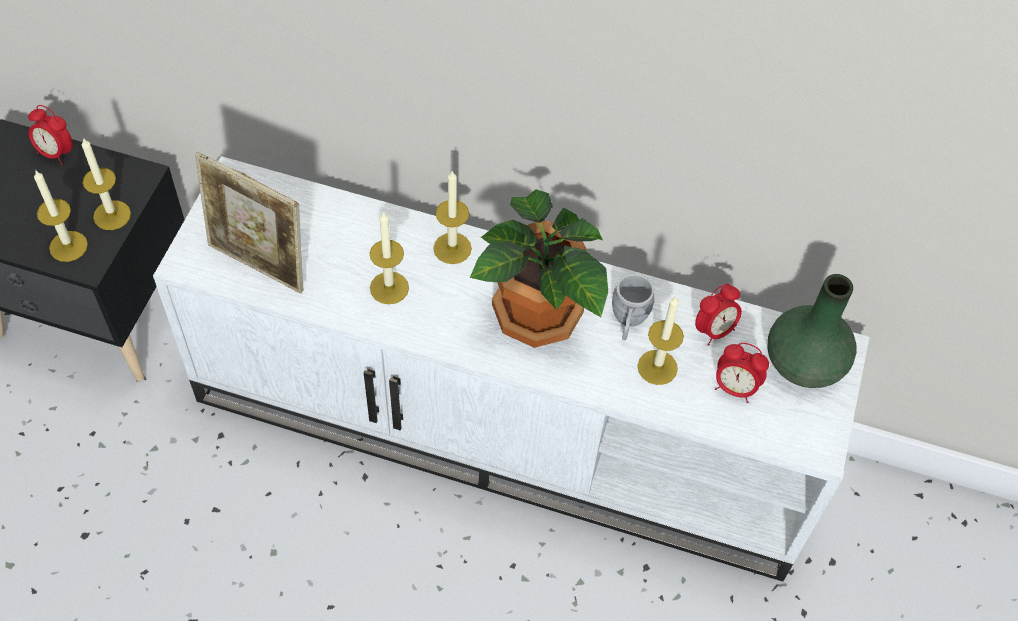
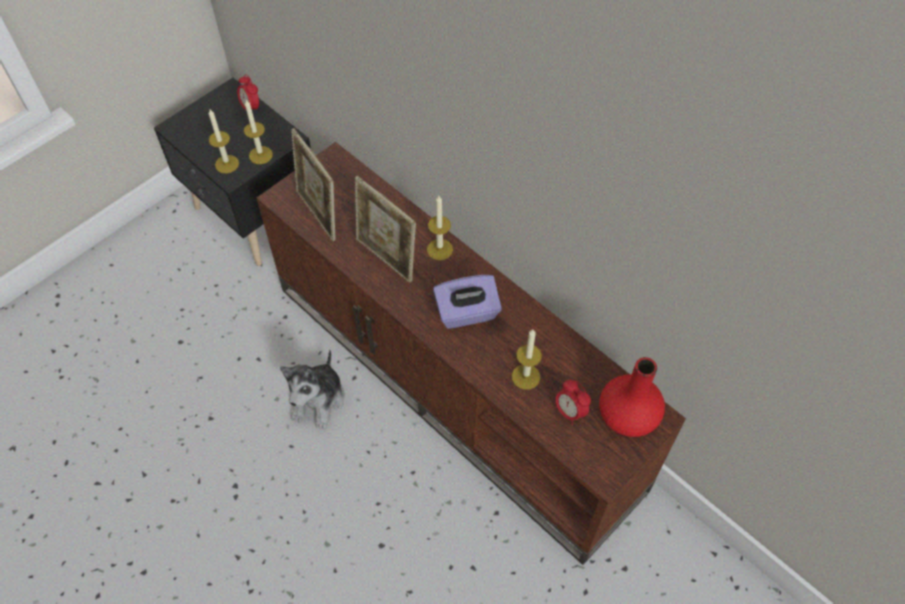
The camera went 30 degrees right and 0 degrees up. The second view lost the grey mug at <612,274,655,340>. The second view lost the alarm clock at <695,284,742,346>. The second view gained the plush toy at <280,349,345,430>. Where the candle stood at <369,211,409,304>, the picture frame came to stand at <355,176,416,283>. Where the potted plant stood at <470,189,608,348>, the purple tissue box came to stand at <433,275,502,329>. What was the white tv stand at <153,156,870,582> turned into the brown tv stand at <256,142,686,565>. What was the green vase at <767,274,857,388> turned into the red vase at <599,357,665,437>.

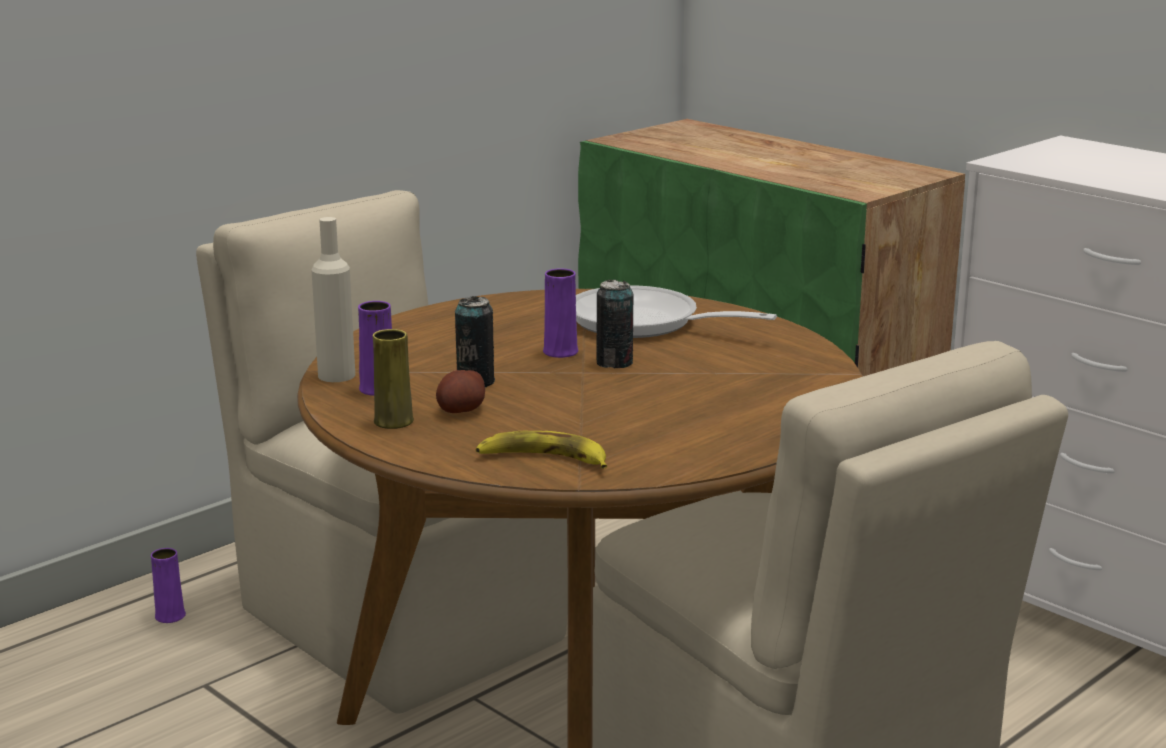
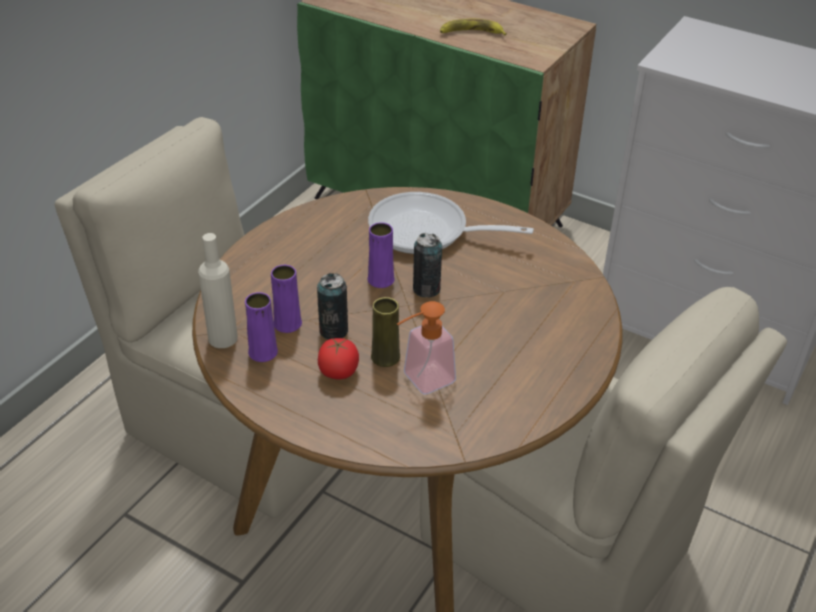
The camera went 15 degrees left and 20 degrees up. The second view gained the soap dispenser at <397,301,456,395>. The purple vase ended up elsewhere, having gone from <151,548,186,623> to <271,265,302,333>. The yellow vase ended up elsewhere, having gone from <373,329,414,429> to <371,297,400,367>. The banana ended up elsewhere, having gone from <476,431,607,468> to <440,18,507,35>. Where the potato stood at <436,370,485,413>, the tomato came to stand at <318,338,359,379>.

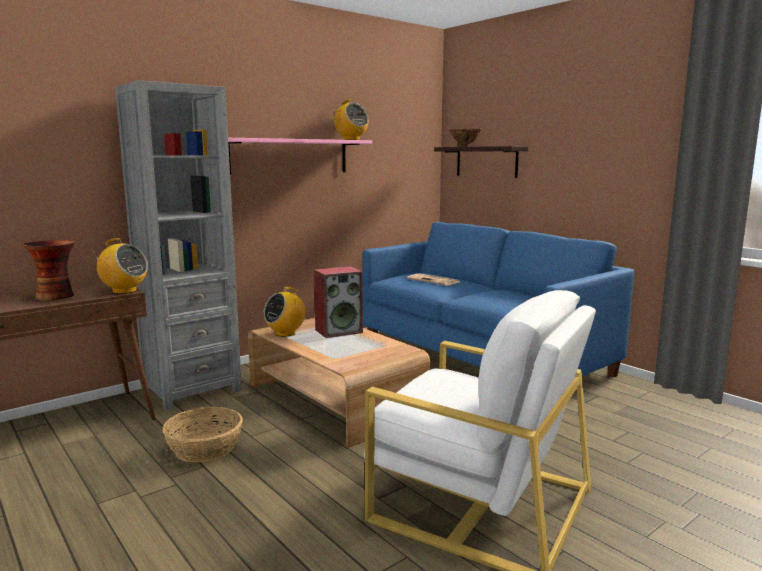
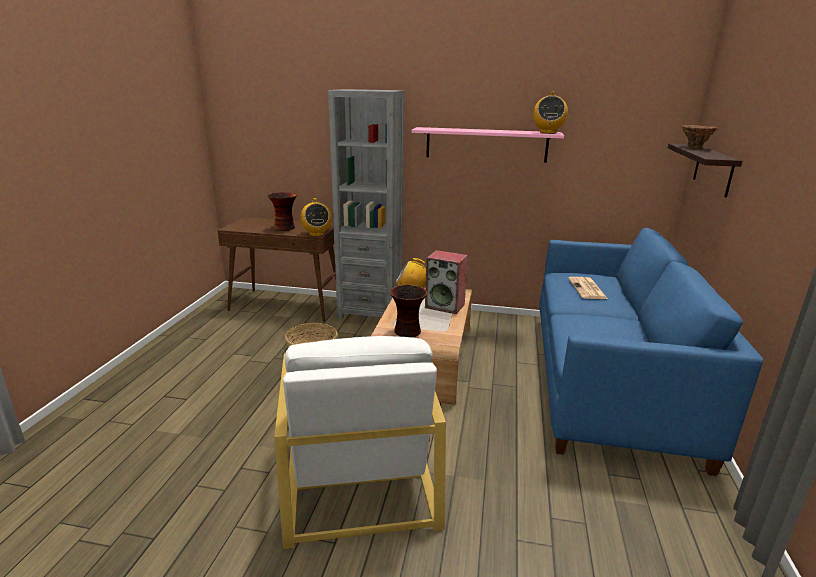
The camera went 50 degrees right and 10 degrees up. The second view gained the vase at <390,285,427,337>.

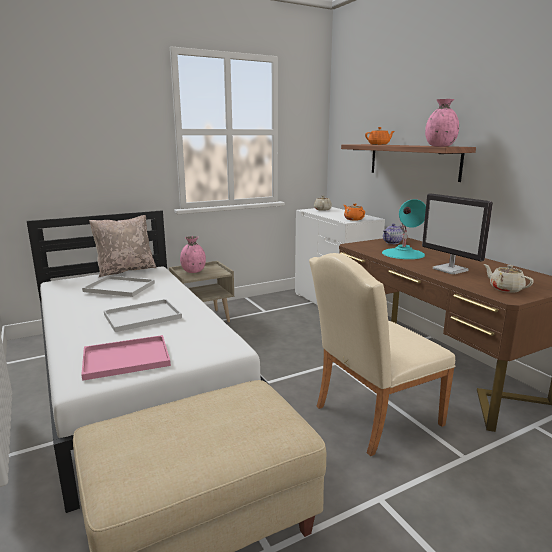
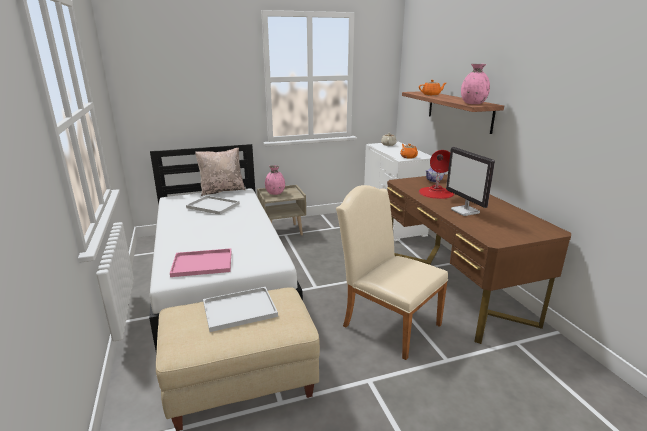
The camera went 10 degrees right and 5 degrees up. The second view lost the beige teapot at <484,264,534,293>. The white tray ended up elsewhere, having gone from <104,299,182,332> to <203,287,278,332>. What was the turquoise table lamp at <382,199,426,259> turned into the red table lamp at <419,150,454,199>. The beige chair at <309,253,455,456> ended up facing another way, 60 degrees clockwise from before.

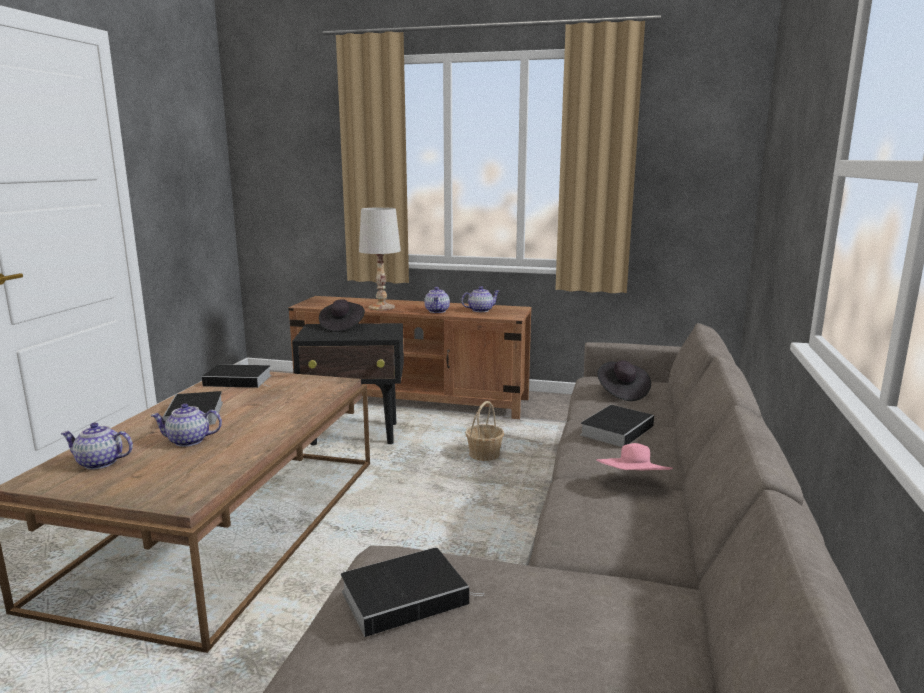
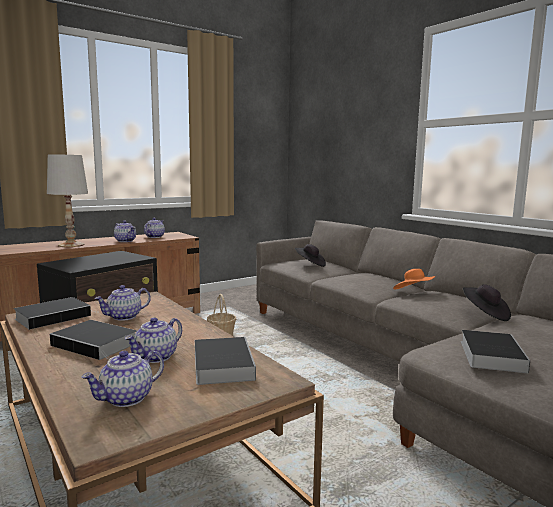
The camera went 50 degrees left and 5 degrees down. The second view gained the teapot at <94,285,151,321>. The black hat ended up elsewhere, having gone from <319,299,365,332> to <463,284,511,321>. The book ended up elsewhere, having gone from <580,405,654,447> to <195,337,256,385>. What was the pink hat at <596,443,673,470> turned into the orange hat at <393,269,435,289>.

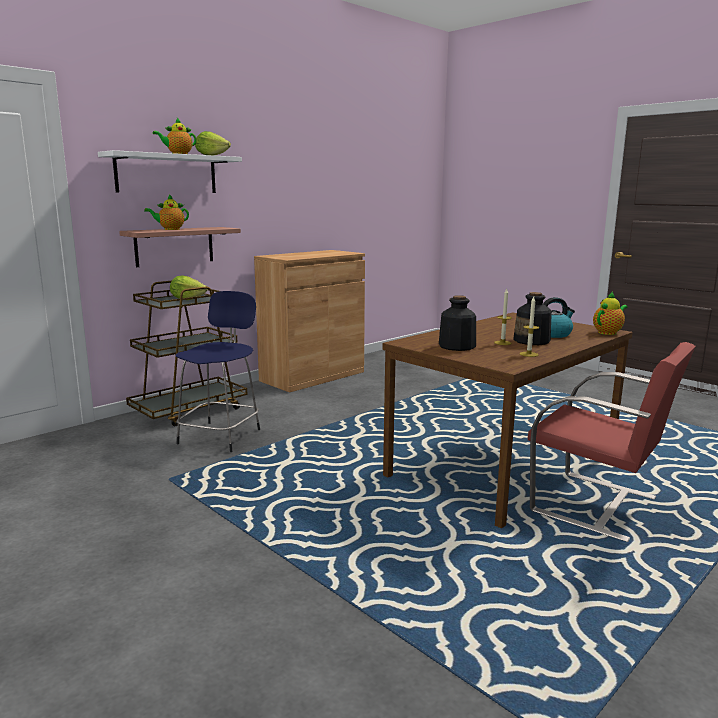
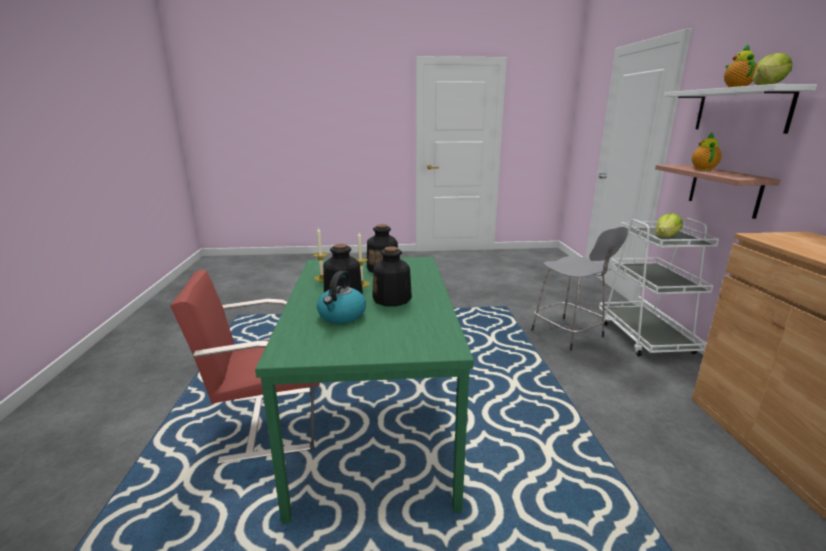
The camera went 130 degrees right and 5 degrees up. The second view lost the teapot at <593,292,628,335>. The second view gained the bottle at <373,247,412,306>. What was the brown cart at <126,281,248,426> turned into the white cart at <599,218,719,357>. What was the blue stool at <176,291,260,452> turned into the grey stool at <531,227,628,350>. What was the brown dining table at <382,312,633,528> turned into the green dining table at <255,257,474,524>.

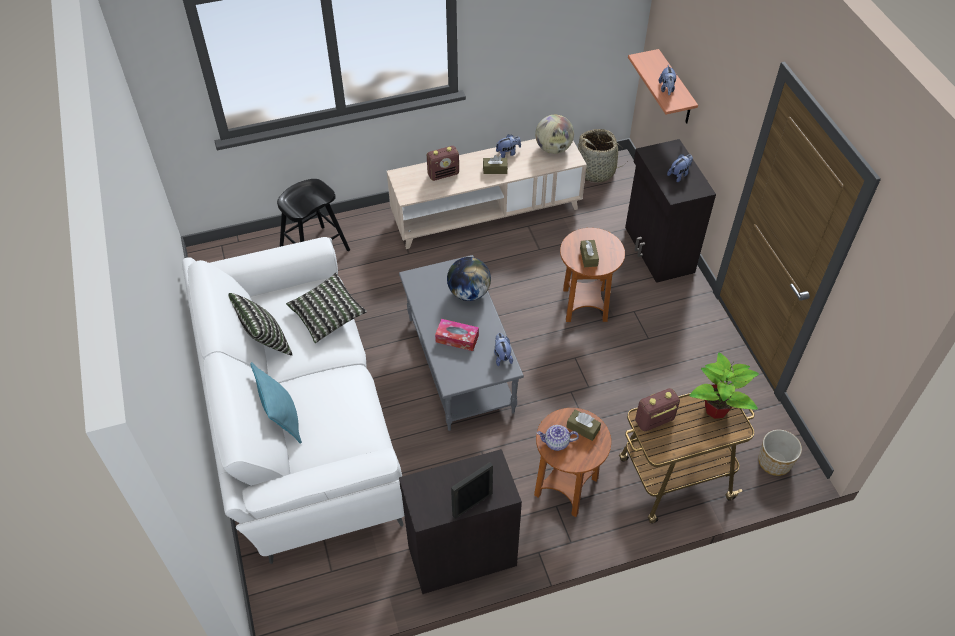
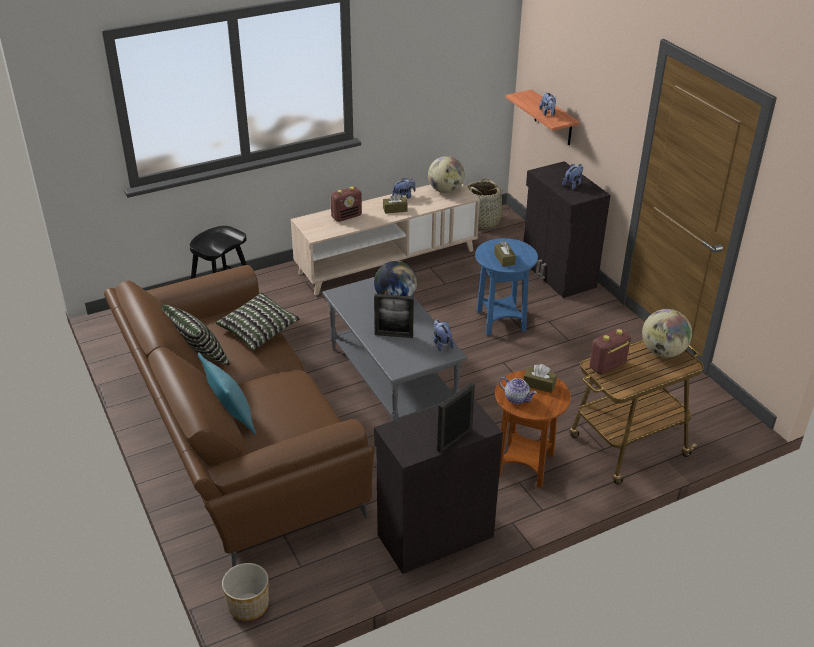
The camera went 10 degrees left and 15 degrees down. The planter ended up elsewhere, having gone from <758,430,802,476> to <222,563,269,621>. Where the tissue box stood at <435,319,479,351>, the picture frame came to stand at <374,294,414,338>. Where the potted plant stood at <689,353,759,419>, the globe came to stand at <642,309,692,358>. What was the white sofa at <182,237,404,564> turned into the brown sofa at <104,265,375,567>. What was the brown side table at <560,228,625,322> turned into the blue side table at <475,238,538,335>. The teapot at <537,425,579,451> ended up facing another way, 135 degrees counterclockwise from before.

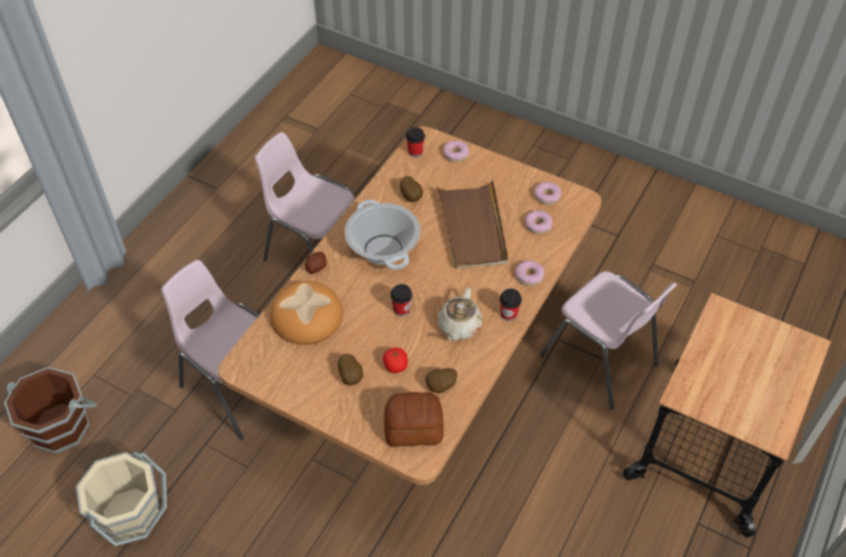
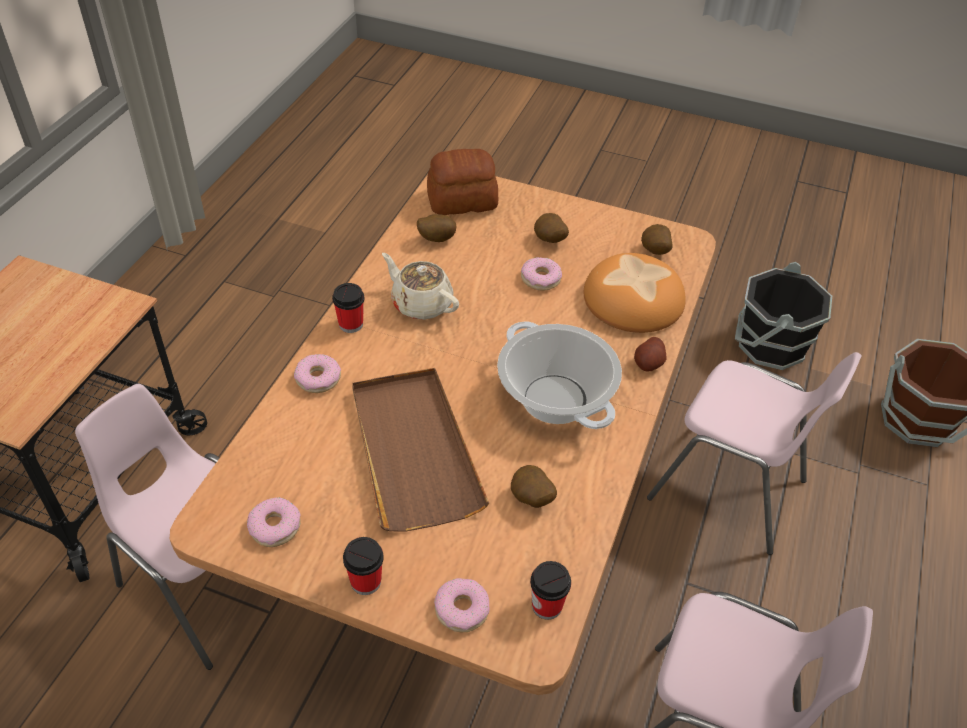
The camera went 170 degrees right and 5 degrees down. The second view lost the tomato at <383,347,408,373>. The second view gained the potato at <641,224,673,255>. The cup ended up elsewhere, having gone from <391,284,412,316> to <343,537,384,595>. The donut ended up elsewhere, having gone from <525,210,553,234> to <521,257,562,290>. What was the beige bucket at <76,452,167,546> turned into the black bucket at <735,262,832,370>. The beige teapot at <438,288,482,341> ended up facing another way, 60 degrees counterclockwise from before.

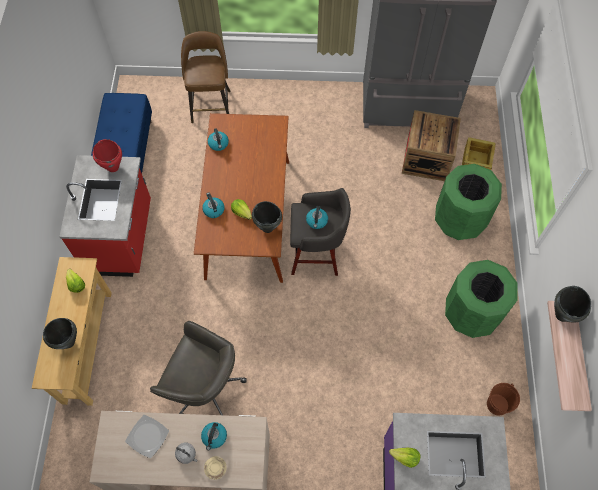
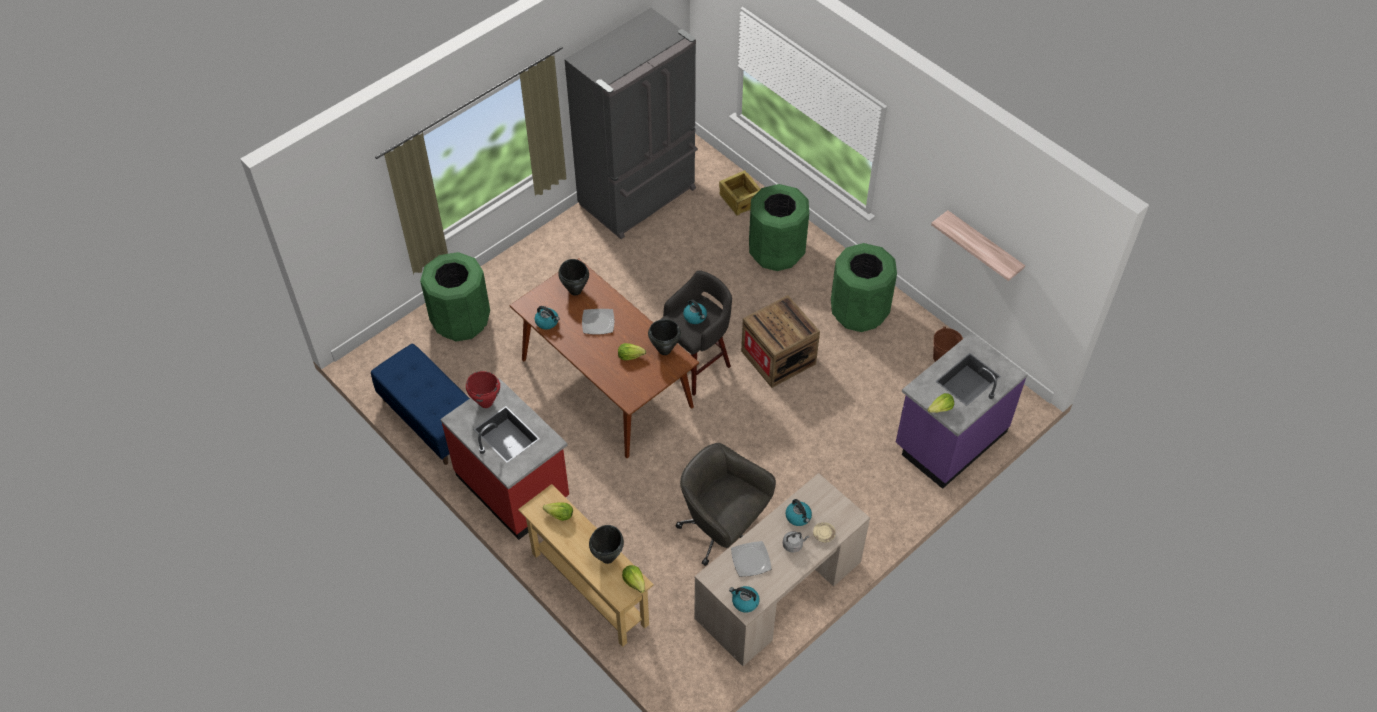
The camera went 45 degrees left and 10 degrees down. The second view gained the plate at <582,309,615,334>. The second view gained the lettuce at <622,565,645,593>. The kettle ended up elsewhere, having gone from <202,193,225,218> to <729,586,759,613>. The crate ended up elsewhere, having gone from <402,110,461,181> to <741,295,820,388>. The black cooking pot ended up elsewhere, having gone from <554,286,591,323> to <558,259,589,296>. Where the brown stool stood at <181,31,230,123>, the green trash can came to stand at <420,252,490,341>. The grey office chair at <150,321,247,415> ended up facing another way, 120 degrees counterclockwise from before.

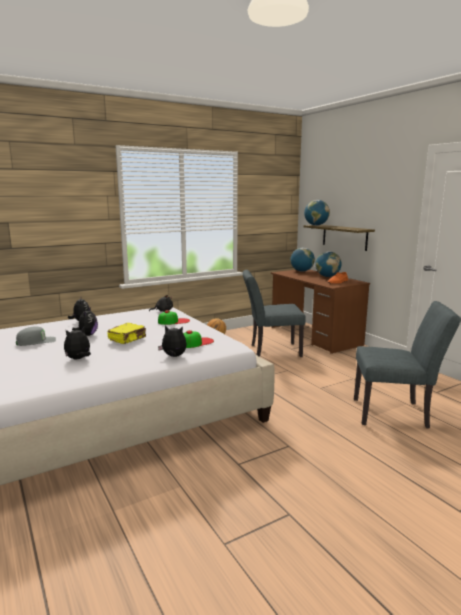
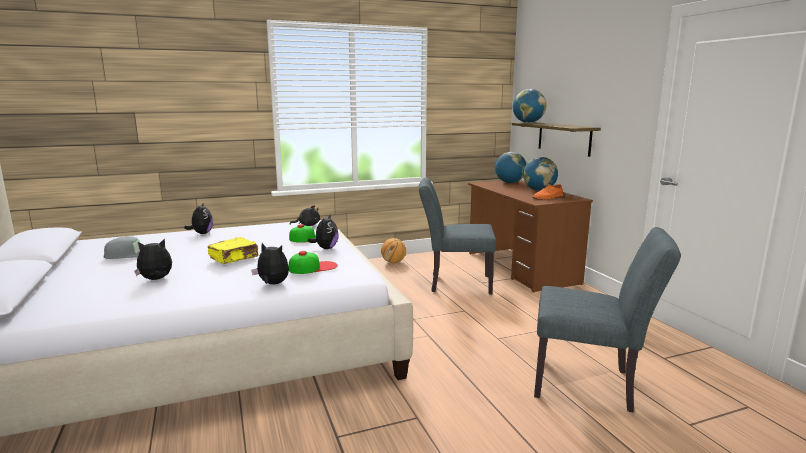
The camera went 10 degrees right and 0 degrees up. The plush toy ended up elsewhere, having gone from <72,308,98,336> to <308,214,339,249>.

